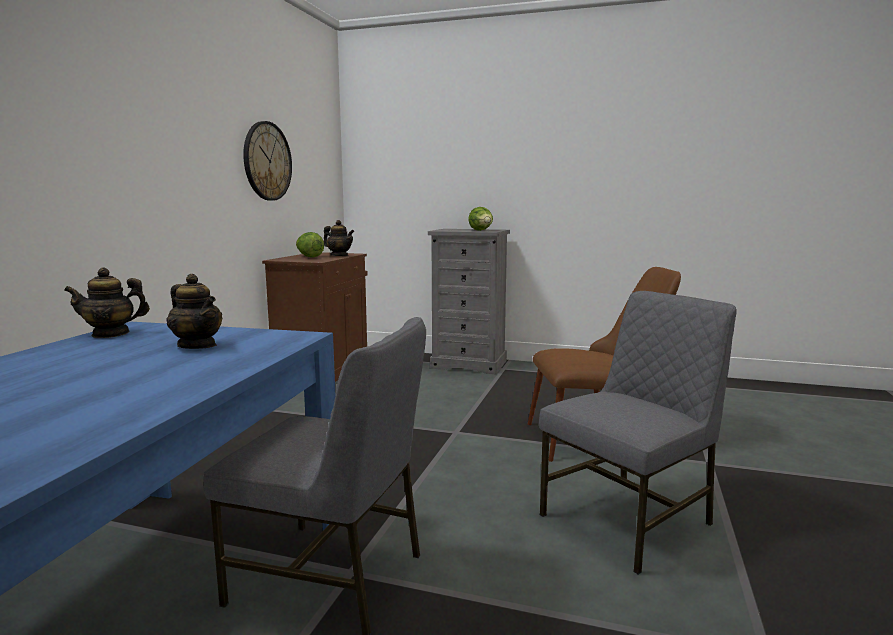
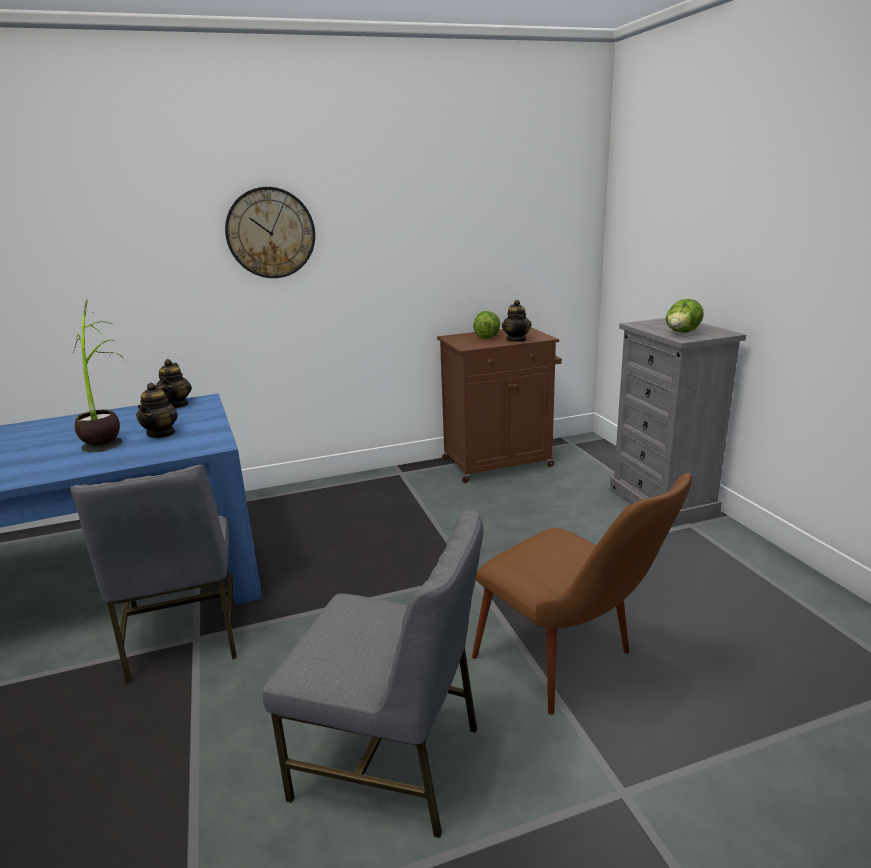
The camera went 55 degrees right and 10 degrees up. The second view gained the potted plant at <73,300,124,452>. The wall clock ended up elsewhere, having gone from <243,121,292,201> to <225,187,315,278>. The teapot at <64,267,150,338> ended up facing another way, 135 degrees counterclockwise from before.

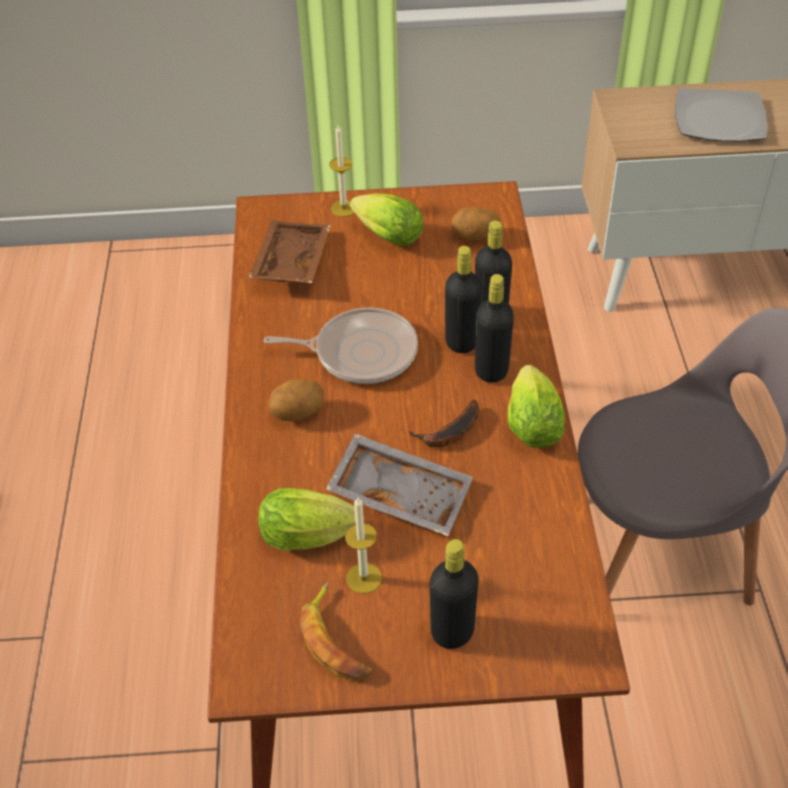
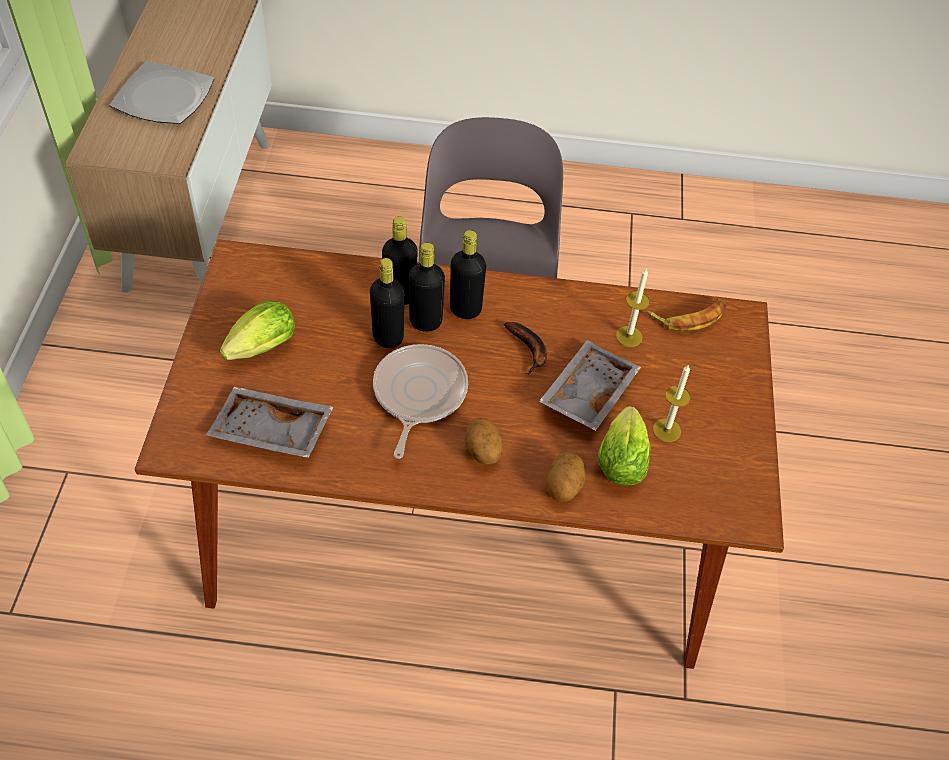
The camera went 85 degrees left and 5 degrees up. The second view lost the lettuce at <508,365,565,448>. The banana ended up elsewhere, having gone from <300,582,372,680> to <647,298,727,332>. The candle ended up elsewhere, having gone from <329,125,355,217> to <616,268,650,347>. The black bottle ended up elsewhere, having gone from <430,539,479,649> to <370,258,404,348>. The potato ended up elsewhere, having gone from <451,207,501,240> to <546,451,586,502>. What was the brown tray at <248,220,331,283> turned into the grey tray at <206,387,334,458>.

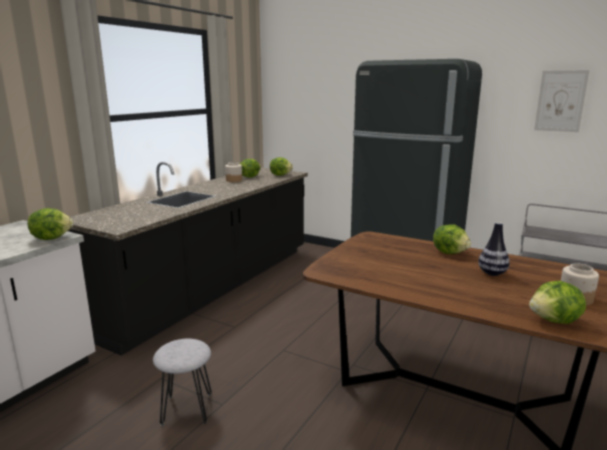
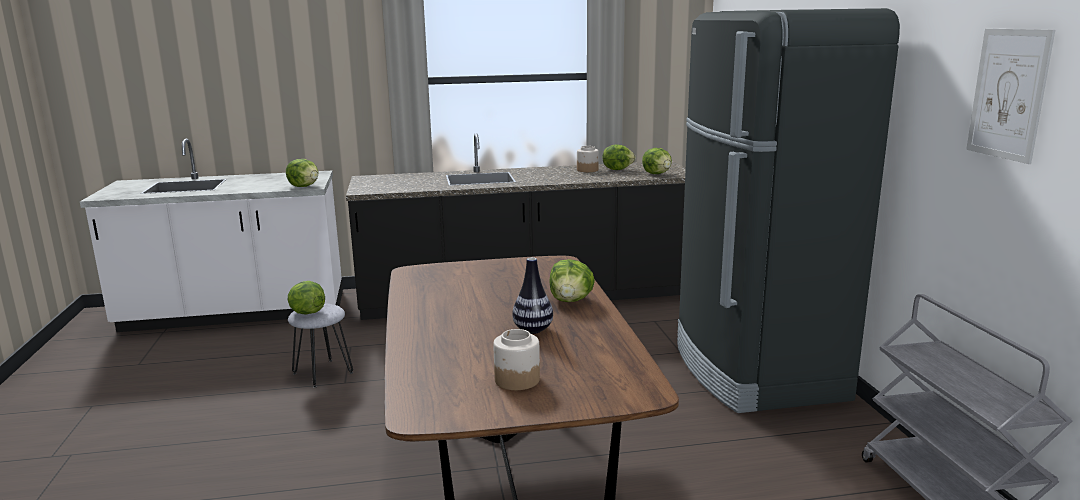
The camera went 50 degrees right and 0 degrees up. The lettuce ended up elsewhere, having gone from <529,281,586,324> to <288,281,325,314>.

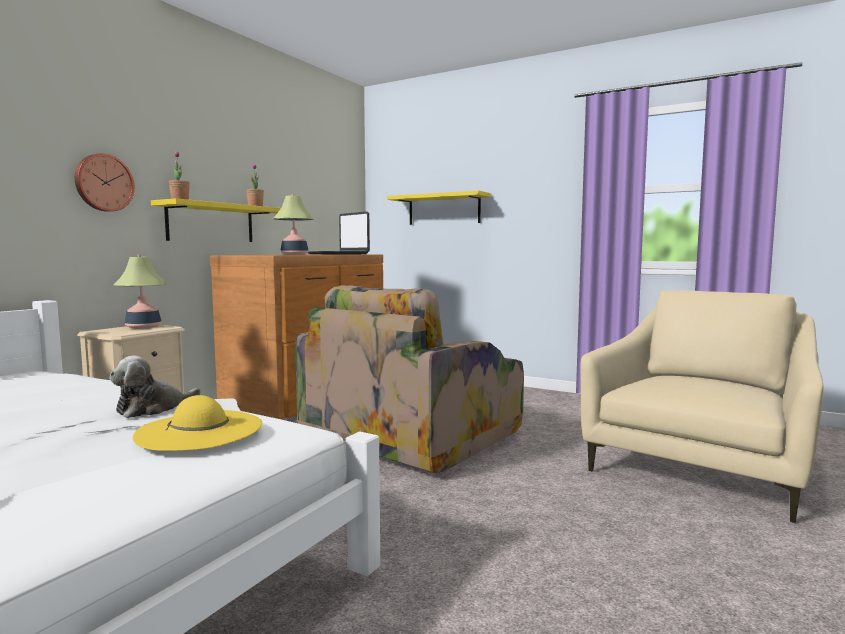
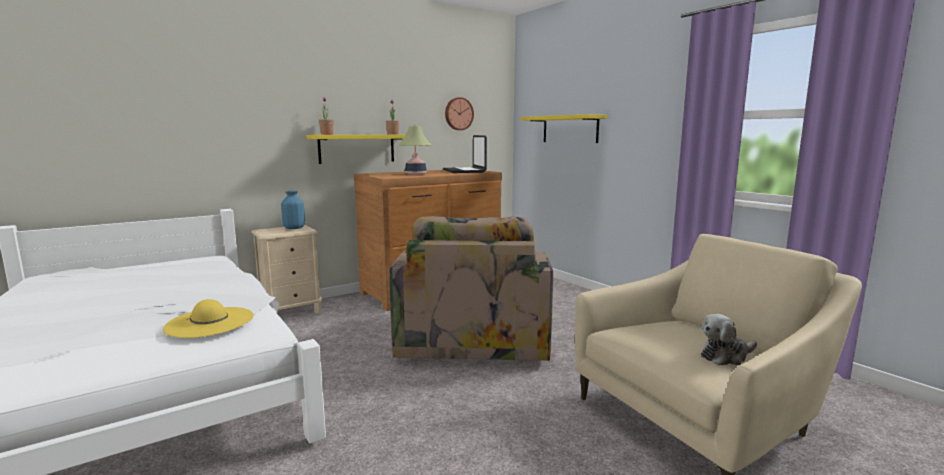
The camera went 25 degrees right and 5 degrees up. The wall clock ended up elsewhere, having gone from <75,153,135,212> to <445,97,474,130>. The plush toy ended up elsewhere, having gone from <109,356,201,418> to <701,314,757,365>. Where the table lamp stood at <113,254,167,329>, the blue vase came to stand at <281,191,305,229>. The armchair at <295,285,524,474> ended up facing another way, 60 degrees counterclockwise from before.

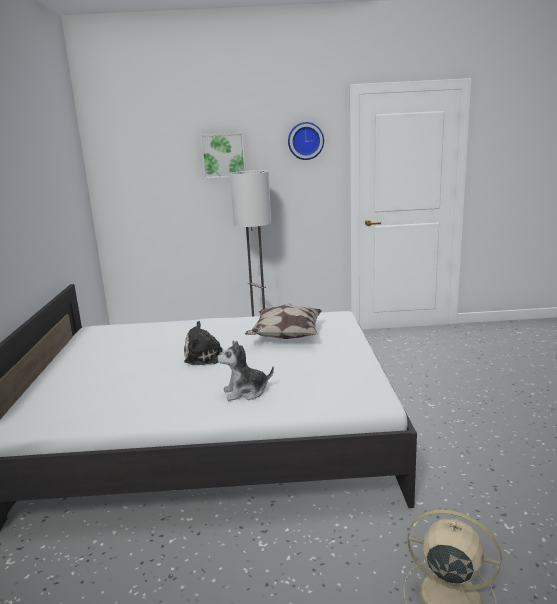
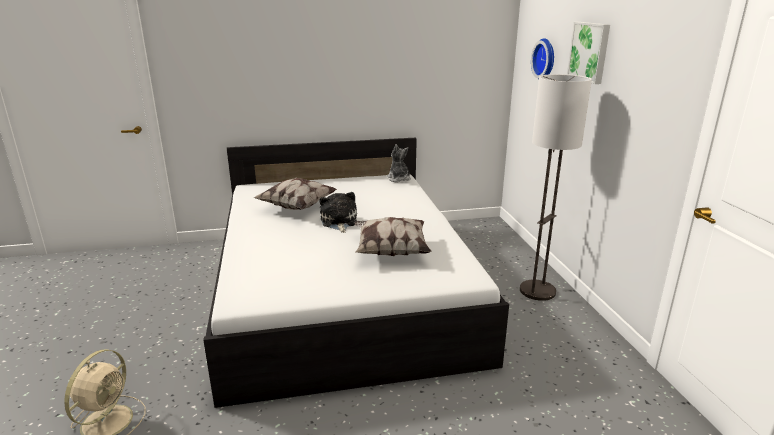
The camera went 80 degrees right and 5 degrees up. The second view gained the pillow at <253,178,337,210>. The plush toy ended up elsewhere, having gone from <217,340,274,401> to <387,144,411,183>. The wall clock ended up elsewhere, having gone from <288,122,324,160> to <531,38,554,79>.

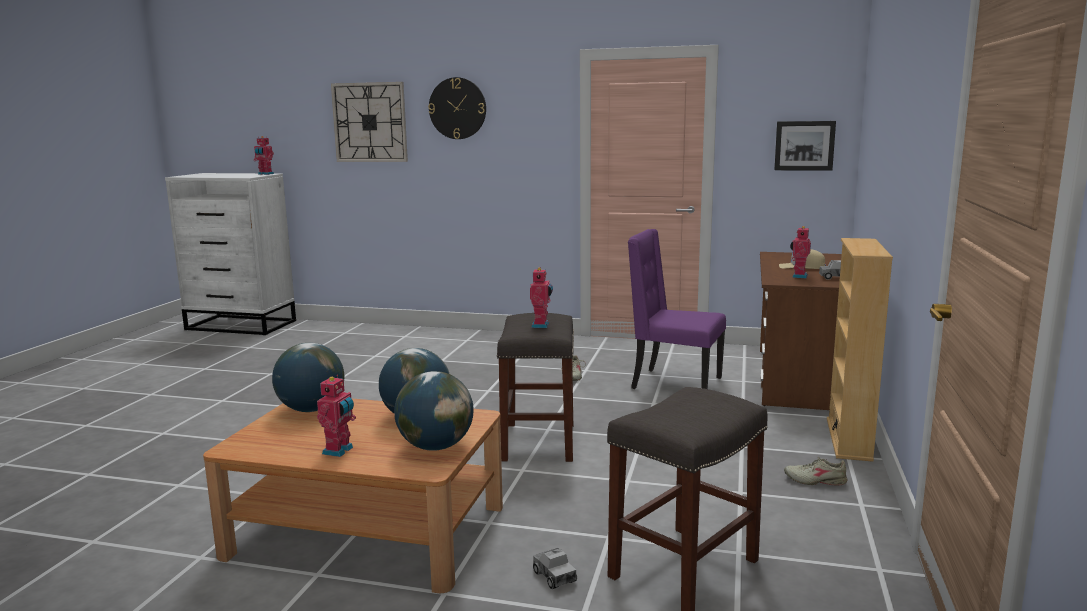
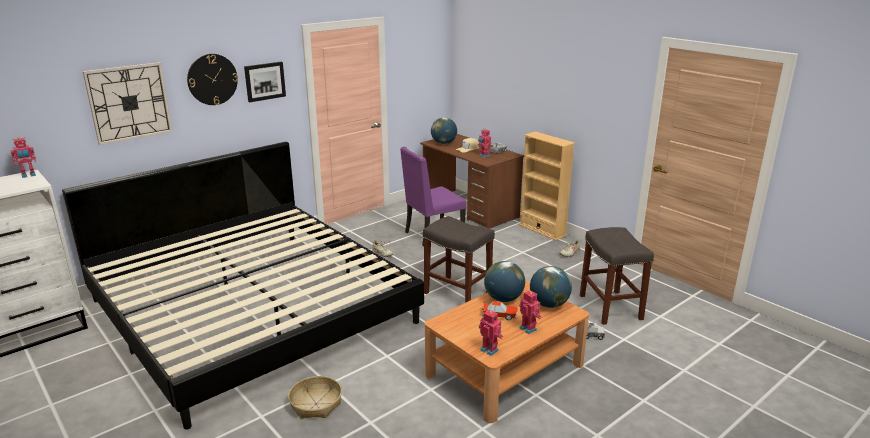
The camera went 55 degrees left and 10 degrees up. The second view gained the bed at <62,142,424,430>. The second view gained the basket at <288,376,342,419>. The second view gained the toy car at <482,301,518,321>. The globe ended up elsewhere, having gone from <272,343,344,412> to <431,118,457,144>. The toy robot ended up elsewhere, having gone from <530,267,553,328> to <479,310,503,356>. The picture ended up elsewhere, having gone from <774,121,836,171> to <244,62,286,102>.

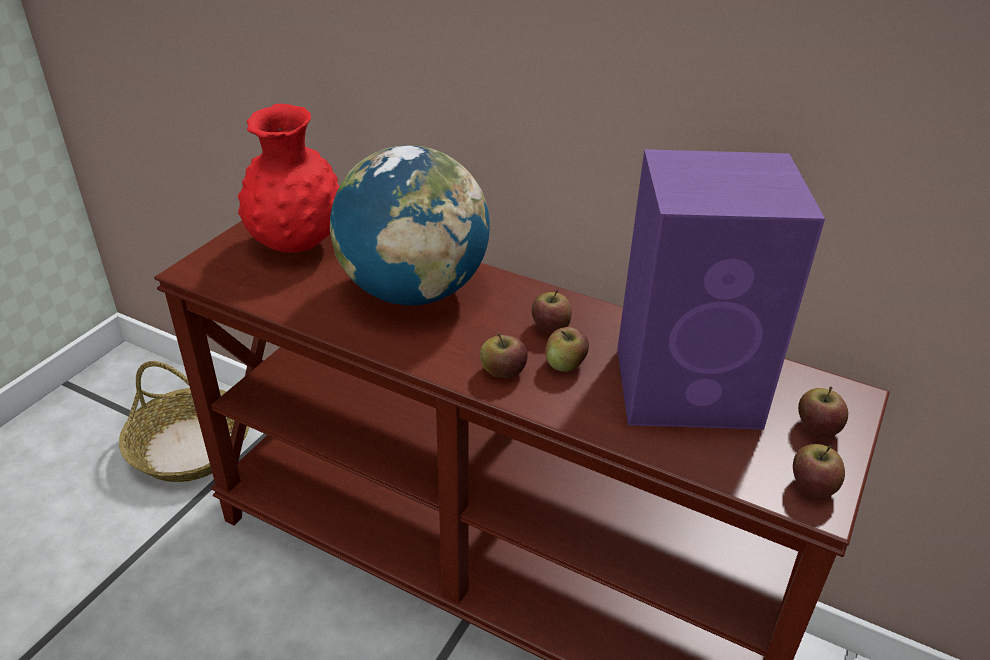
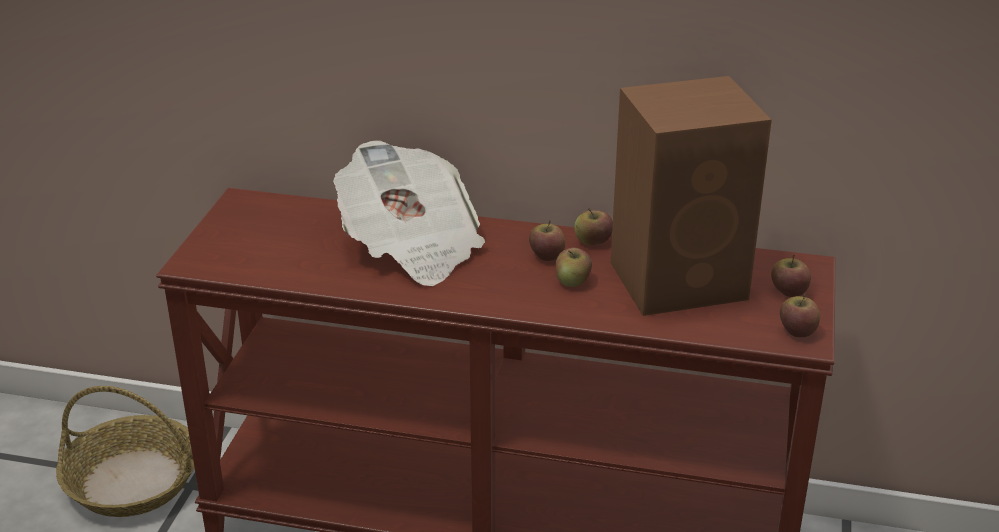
The camera went 15 degrees left and 5 degrees down. The second view lost the red vase at <238,104,340,253>. The apple ended up elsewhere, having gone from <480,333,528,378> to <574,208,613,245>. Where the globe stood at <330,145,490,305>, the newspaper came to stand at <333,140,485,286>. What was the purple speaker at <617,149,825,430> turned into the brown speaker at <611,76,772,316>.

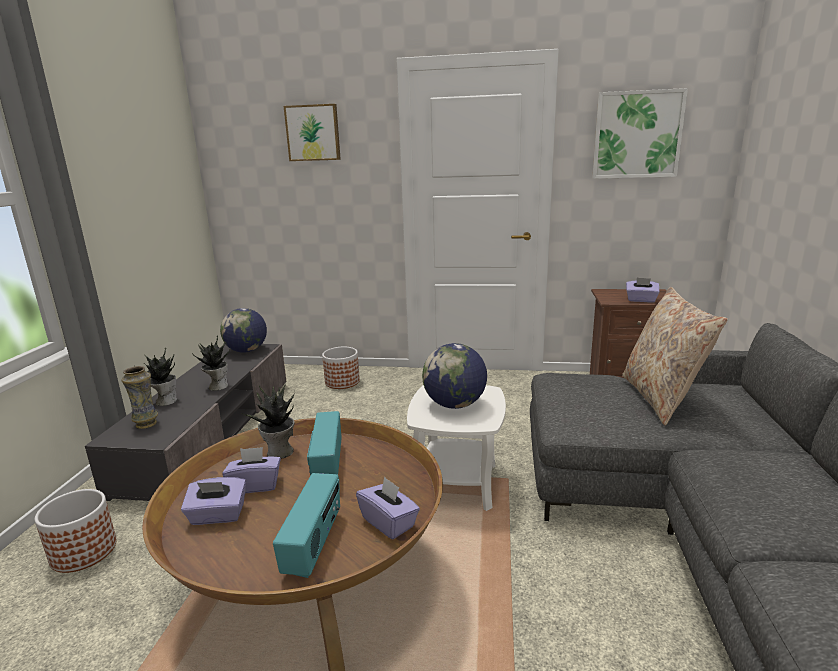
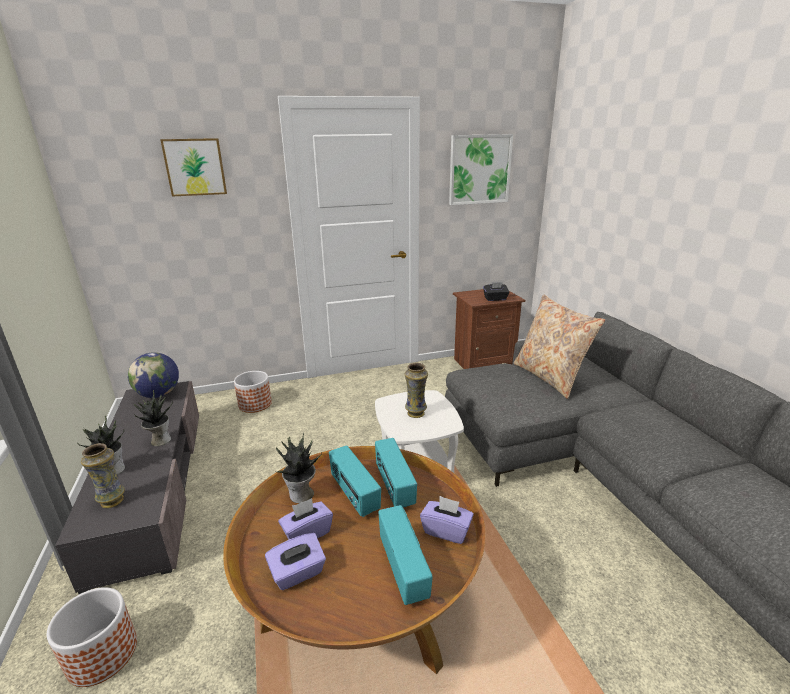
The camera went 25 degrees left and 5 degrees up. The second view gained the radio at <375,438,417,508>. Where the globe stood at <422,343,487,409>, the vase came to stand at <404,363,428,418>. What was the purple tissue box at <626,278,660,303> turned into the black tissue box at <483,282,509,301>.

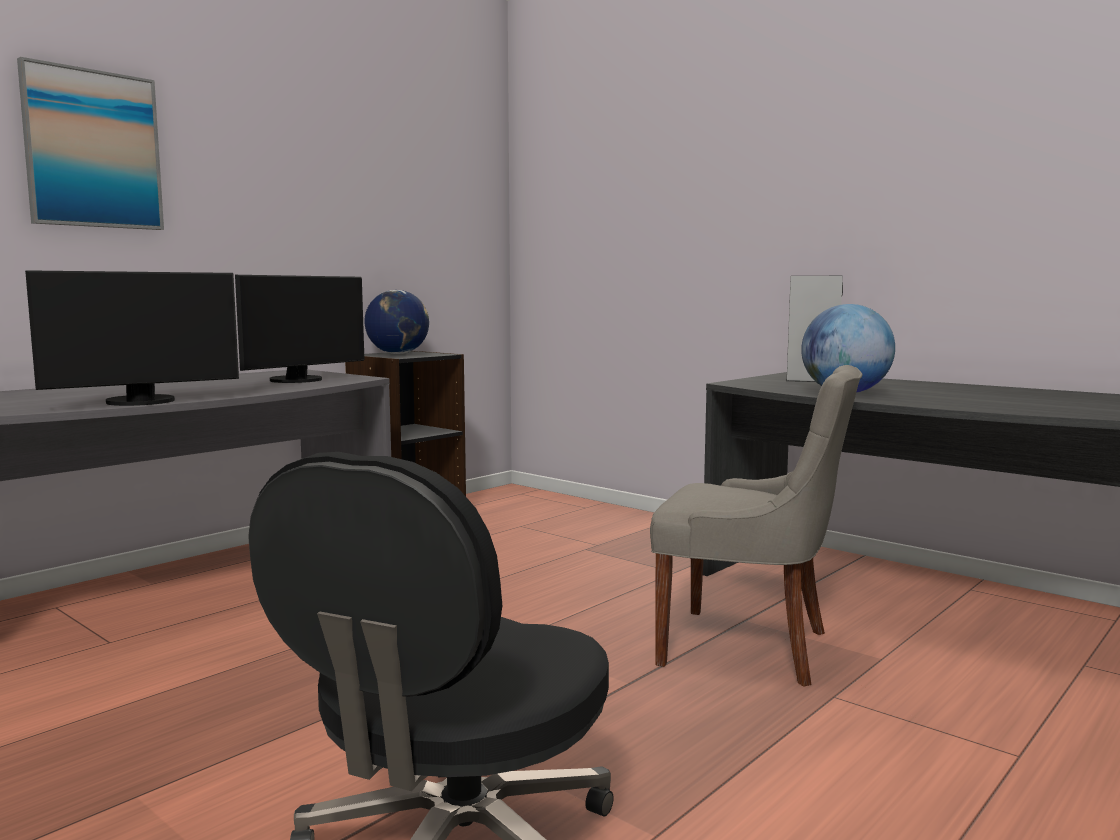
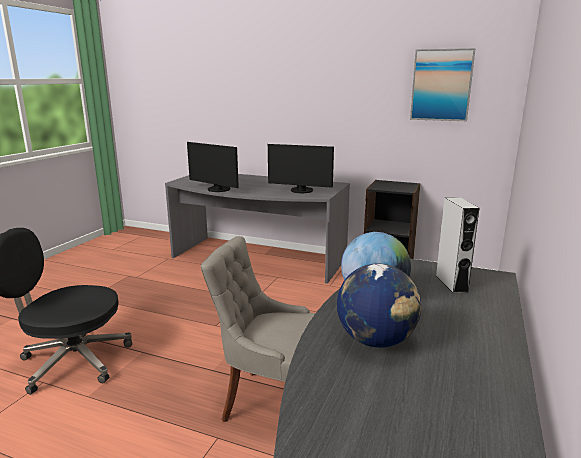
The camera went 70 degrees right and 10 degrees up. The picture ended up elsewhere, having gone from <17,57,164,230> to <410,48,476,121>. The globe ended up elsewhere, having gone from <364,290,429,354> to <337,264,421,348>. The grey chair at <650,365,862,686> ended up facing another way, 105 degrees clockwise from before.

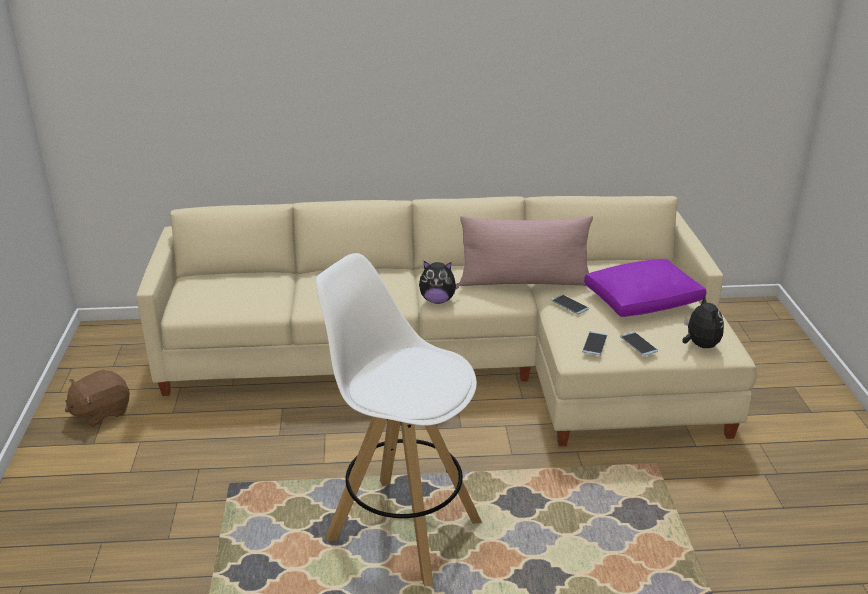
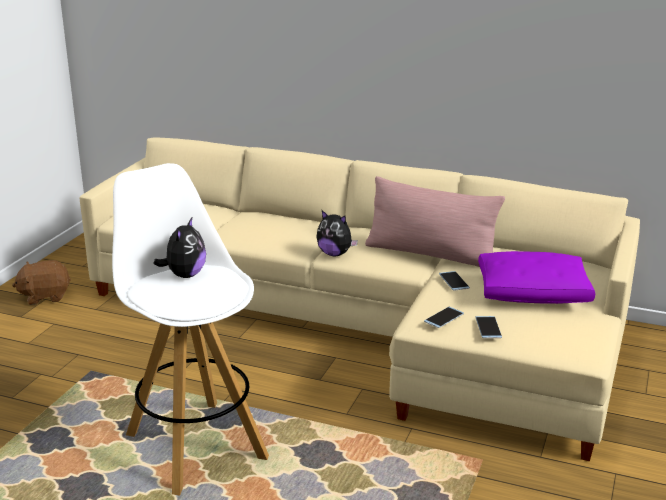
The camera went 25 degrees right and 5 degrees down. The plush toy ended up elsewhere, having gone from <682,295,724,348> to <153,216,206,278>.

